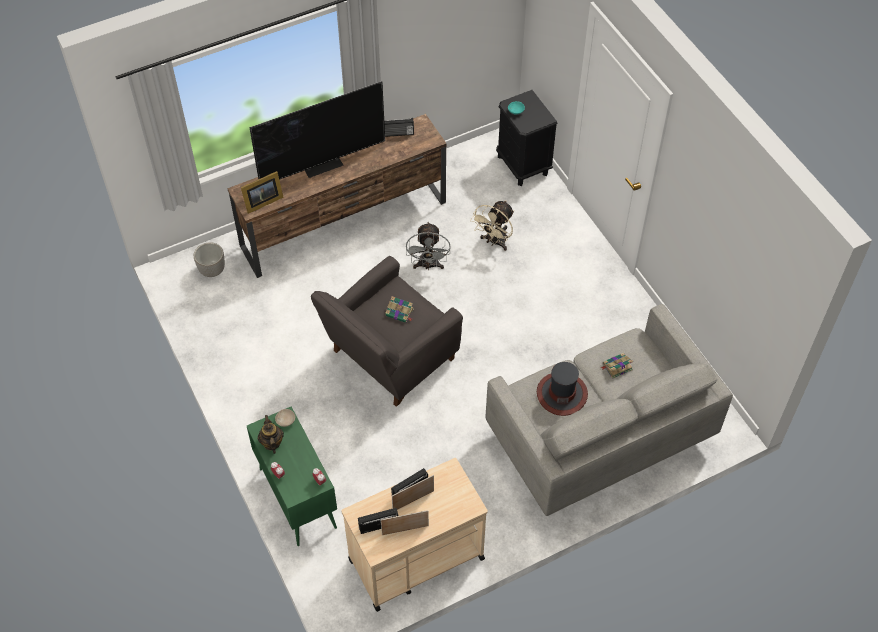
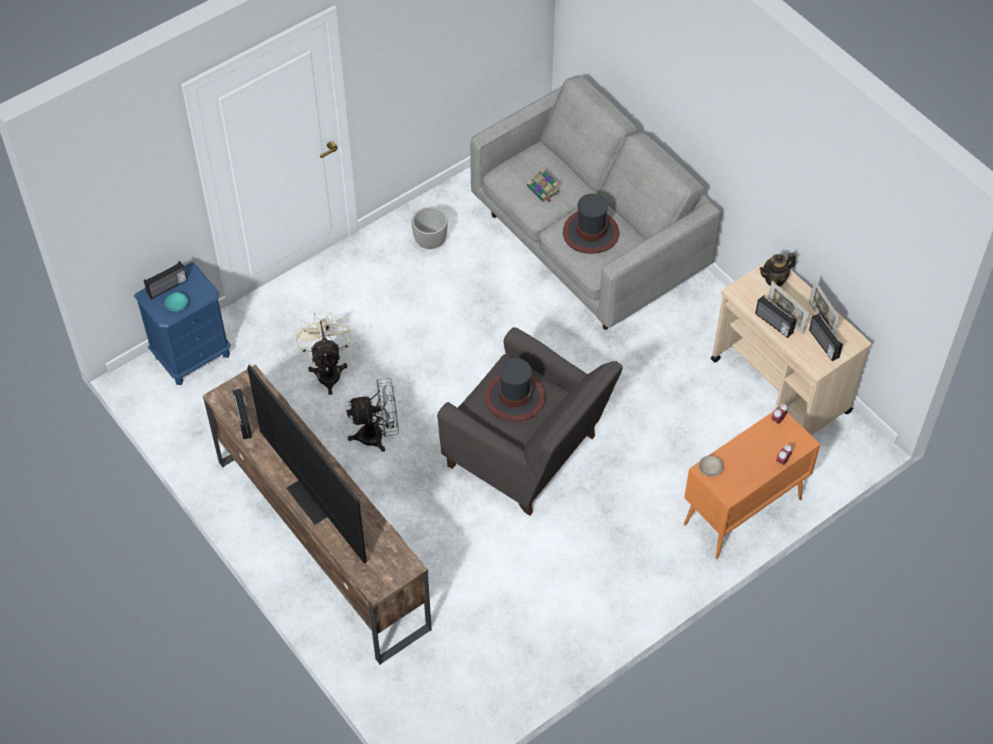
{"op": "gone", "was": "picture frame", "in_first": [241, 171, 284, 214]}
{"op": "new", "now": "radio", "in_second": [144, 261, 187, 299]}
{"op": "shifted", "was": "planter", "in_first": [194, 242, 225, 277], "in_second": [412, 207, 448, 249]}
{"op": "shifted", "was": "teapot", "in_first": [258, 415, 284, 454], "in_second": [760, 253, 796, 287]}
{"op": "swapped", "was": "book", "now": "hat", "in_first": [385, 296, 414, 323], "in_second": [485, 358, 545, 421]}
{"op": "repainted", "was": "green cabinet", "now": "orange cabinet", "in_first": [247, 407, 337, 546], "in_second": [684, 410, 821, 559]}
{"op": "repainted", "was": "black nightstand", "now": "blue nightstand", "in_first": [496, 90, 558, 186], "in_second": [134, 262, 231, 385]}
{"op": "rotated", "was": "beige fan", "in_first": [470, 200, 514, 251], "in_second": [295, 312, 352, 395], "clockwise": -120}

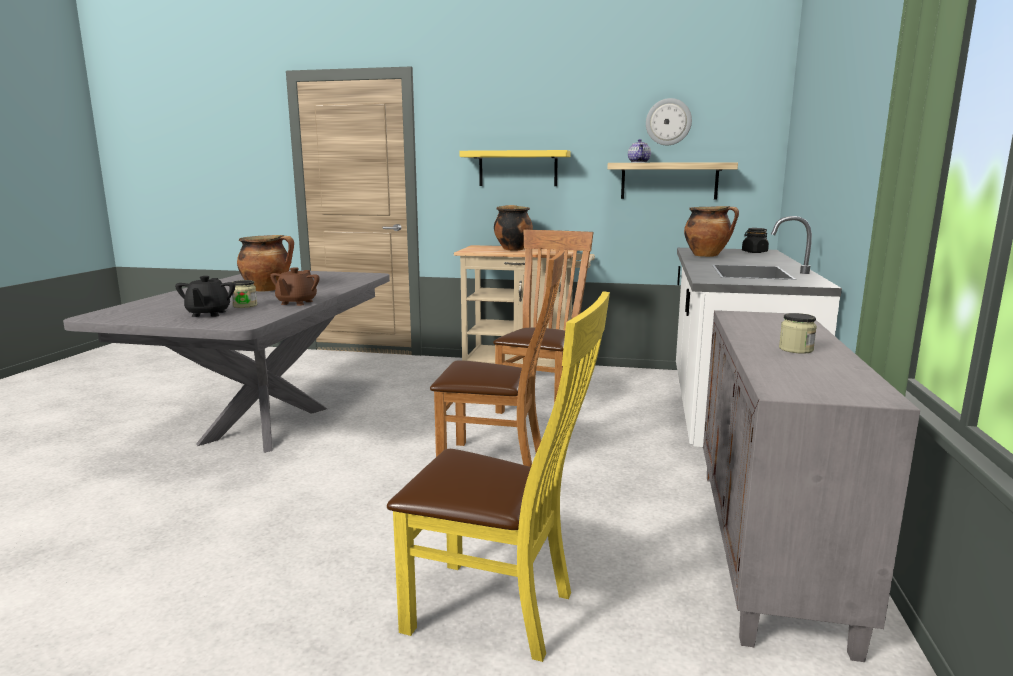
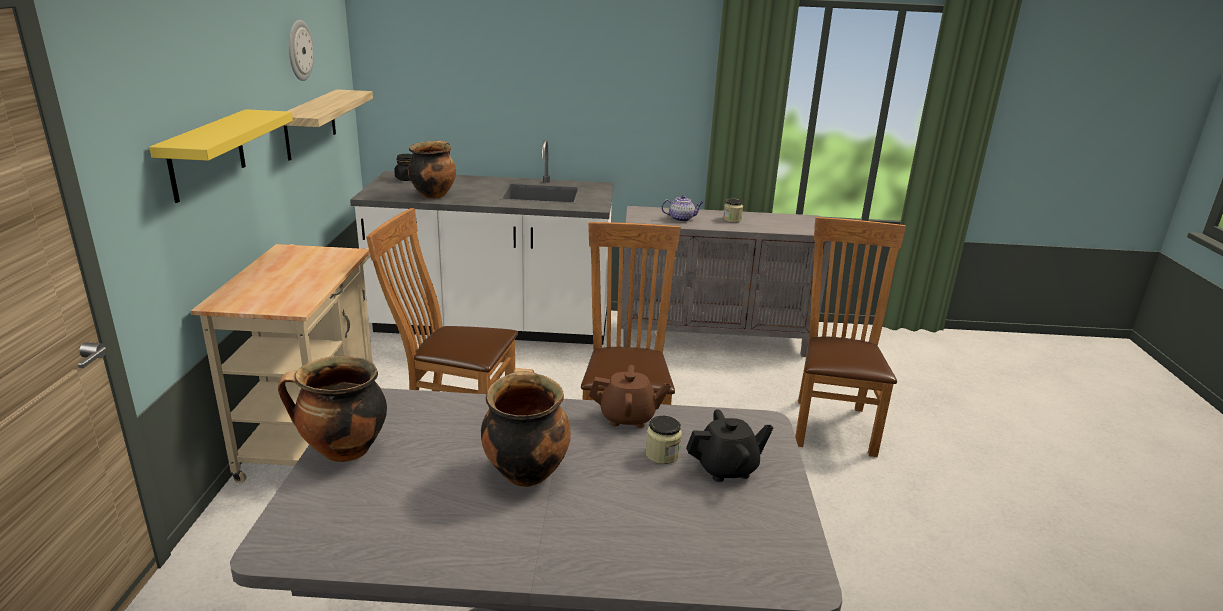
{"op": "shifted", "was": "cooking pot", "in_first": [494, 205, 533, 251], "in_second": [278, 356, 387, 462]}
{"op": "shifted", "was": "teapot", "in_first": [628, 139, 651, 162], "in_second": [661, 195, 704, 222]}
{"op": "repainted", "was": "yellow chair", "now": "brown chair", "in_first": [387, 291, 610, 662], "in_second": [795, 217, 906, 457]}

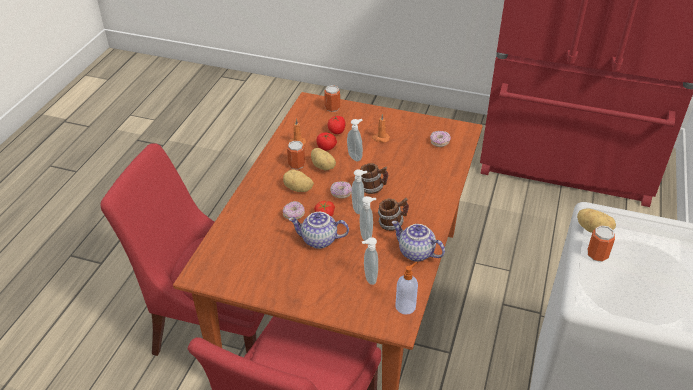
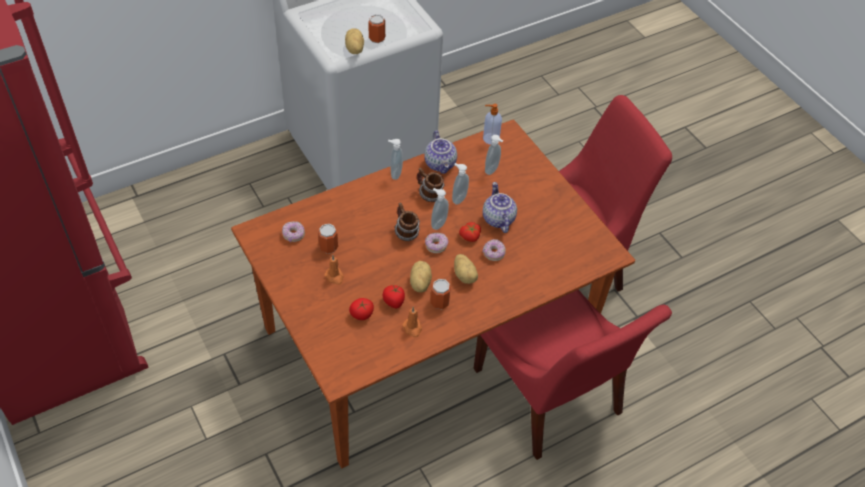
{"op": "shifted", "was": "can", "in_first": [324, 85, 340, 112], "in_second": [318, 223, 338, 254]}
{"op": "shifted", "was": "soap dispenser", "in_first": [347, 119, 363, 161], "in_second": [388, 139, 403, 180]}
{"op": "rotated", "was": "teapot", "in_first": [289, 212, 349, 249], "in_second": [483, 182, 517, 233], "clockwise": -150}

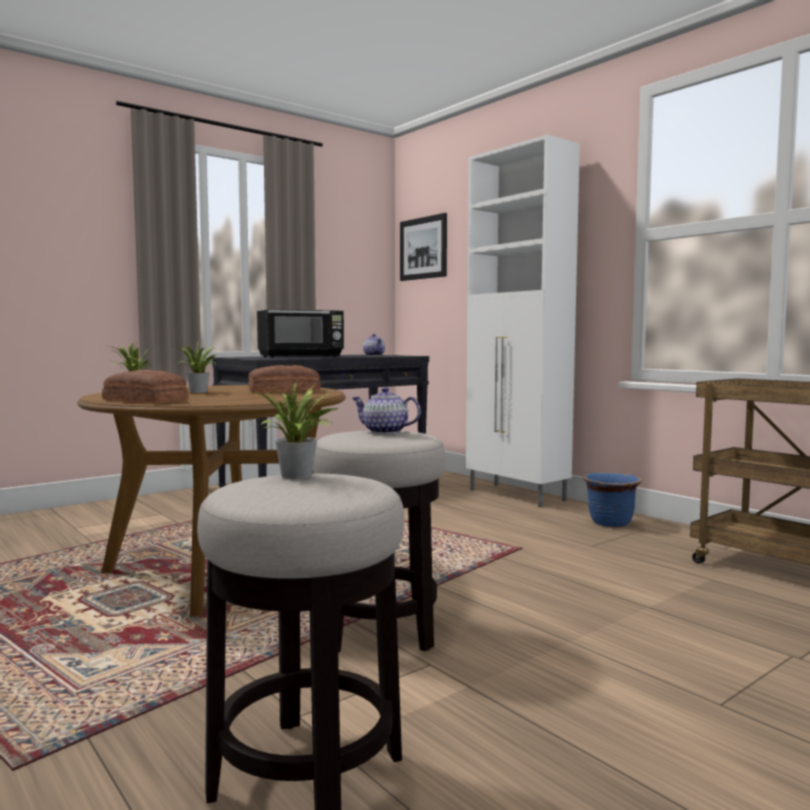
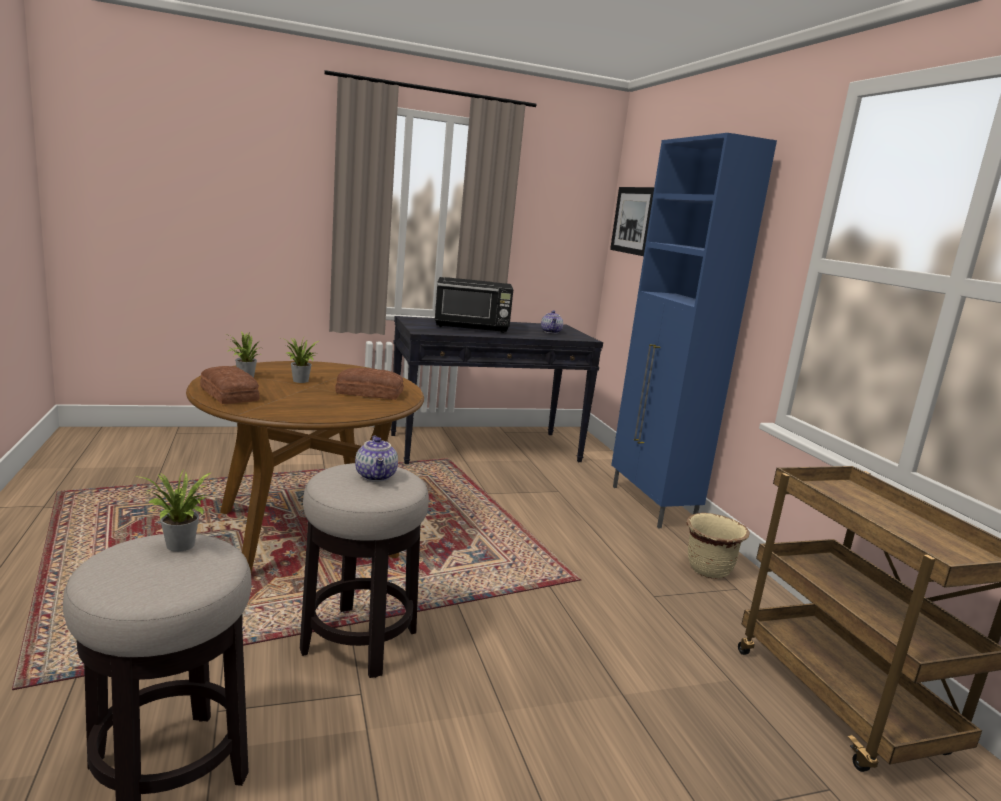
{"op": "repainted", "was": "white cabinet", "now": "blue cabinet", "in_first": [466, 135, 580, 507], "in_second": [611, 133, 777, 528]}
{"op": "repainted", "was": "blue planter", "now": "beige planter", "in_first": [583, 472, 642, 527], "in_second": [687, 513, 750, 579]}
{"op": "rotated", "was": "teapot", "in_first": [352, 387, 421, 434], "in_second": [355, 435, 398, 482], "clockwise": -150}

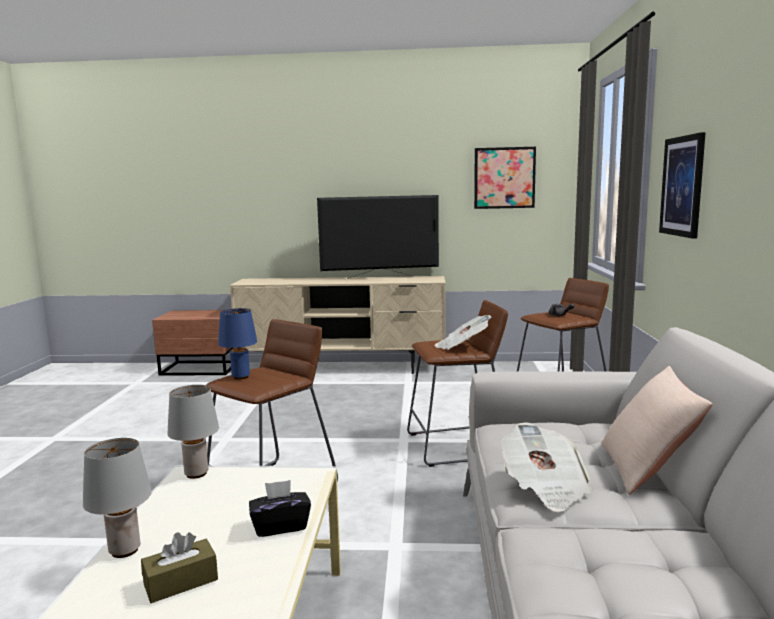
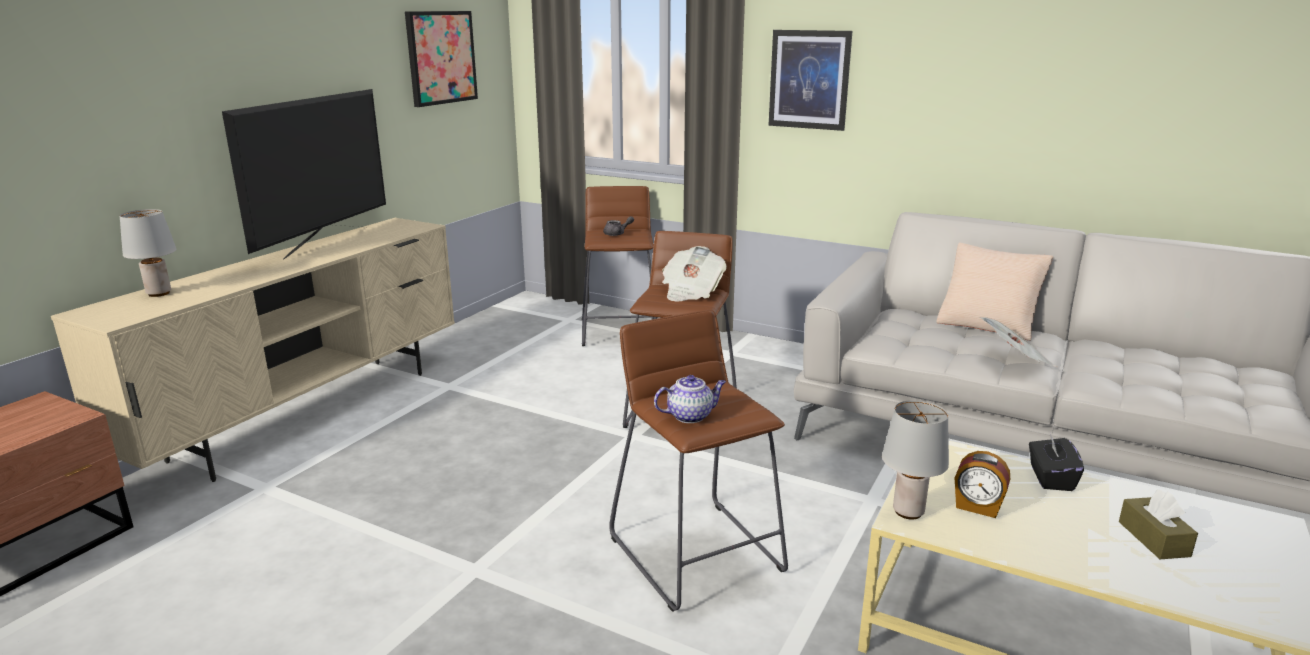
{"op": "new", "now": "alarm clock", "in_second": [954, 451, 1010, 518]}
{"op": "shifted", "was": "grey table lamp", "in_first": [83, 438, 152, 558], "in_second": [119, 209, 177, 297]}
{"op": "swapped", "was": "blue table lamp", "now": "teapot", "in_first": [218, 308, 257, 380], "in_second": [654, 375, 726, 423]}

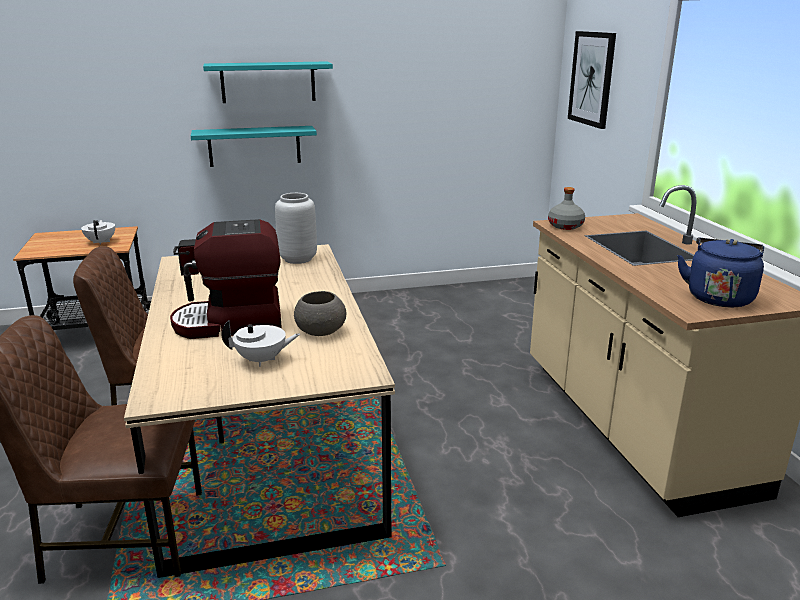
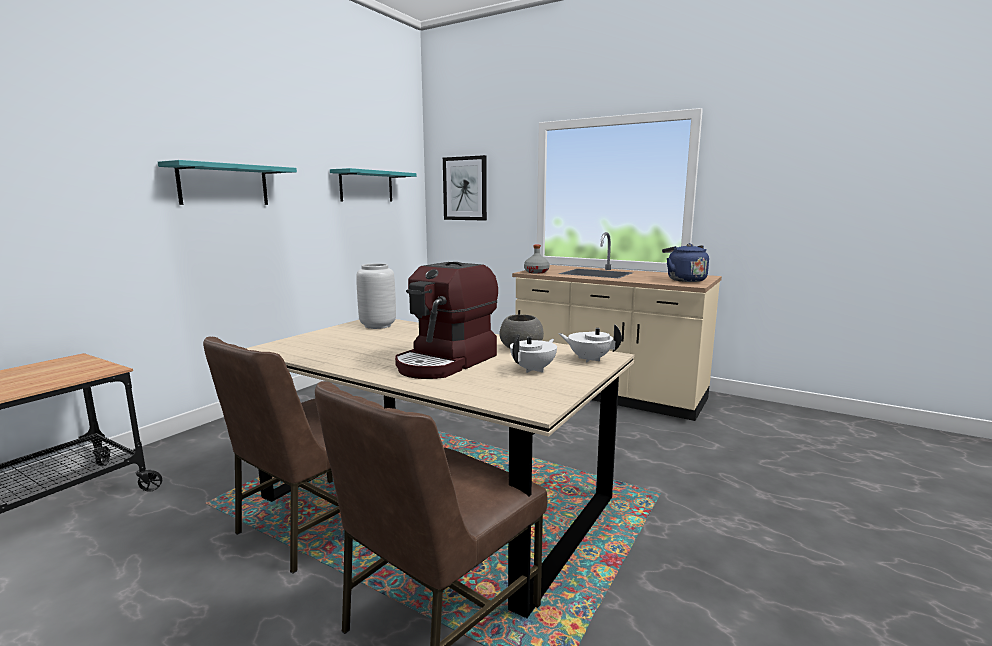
{"op": "shifted", "was": "white teapot", "in_first": [81, 220, 115, 245], "in_second": [558, 325, 622, 362]}
{"op": "shifted", "was": "turquoise shelf", "in_first": [191, 126, 317, 167], "in_second": [330, 168, 417, 202]}

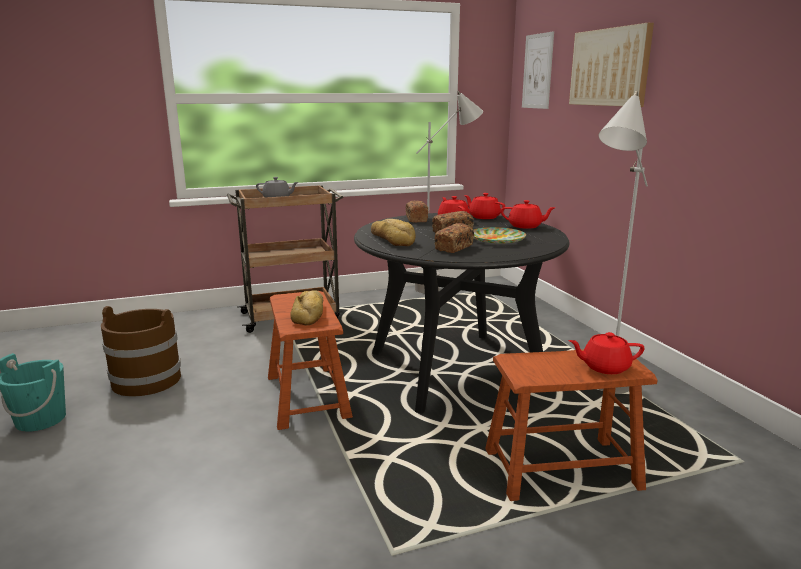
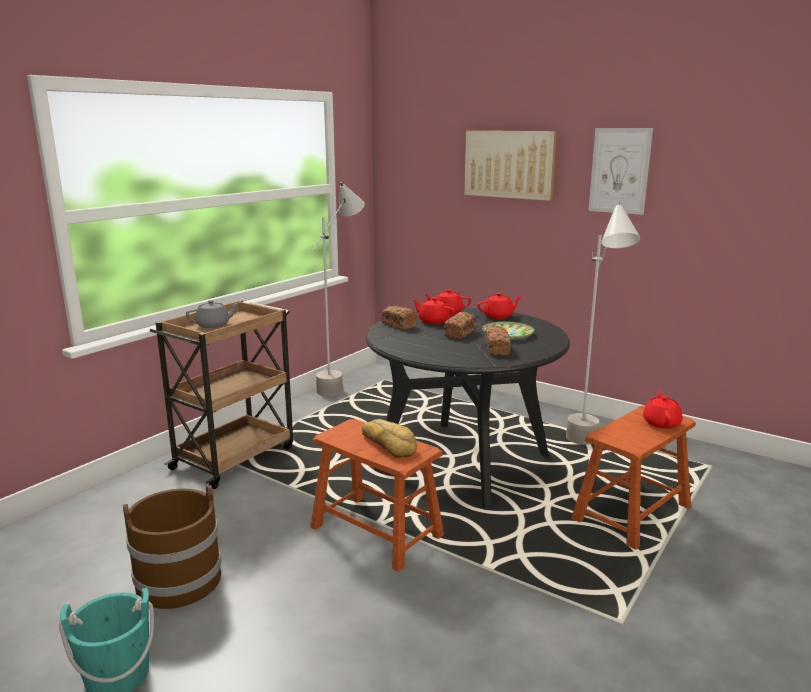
{"op": "gone", "was": "bread", "in_first": [371, 219, 415, 246]}
{"op": "shifted", "was": "picture", "in_first": [522, 32, 554, 109], "in_second": [588, 128, 653, 215]}
{"op": "rotated", "was": "red teapot", "in_first": [568, 332, 644, 374], "in_second": [643, 391, 683, 429], "clockwise": 135}

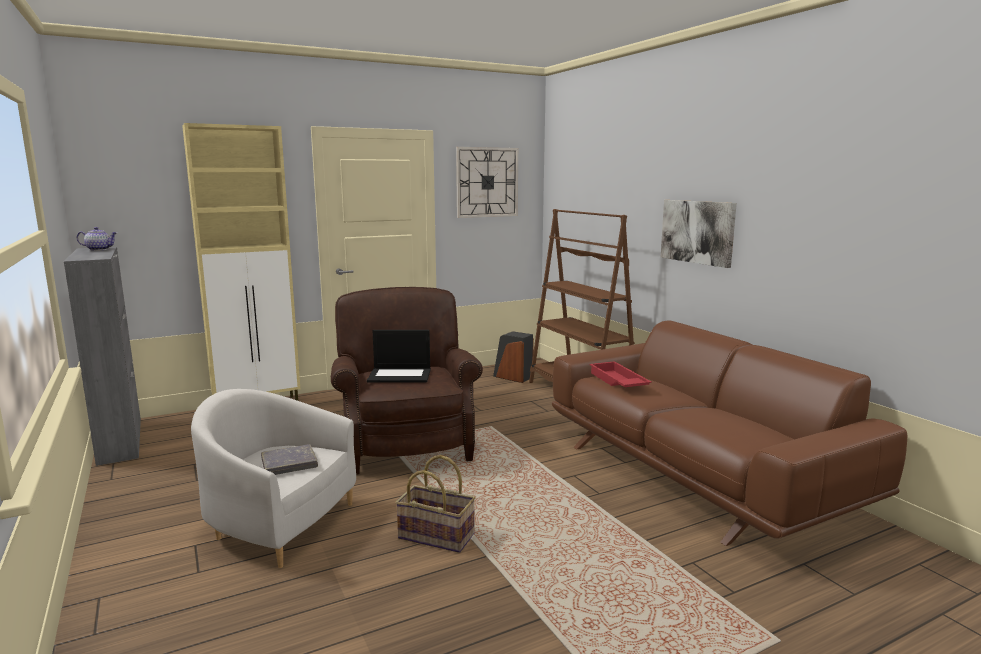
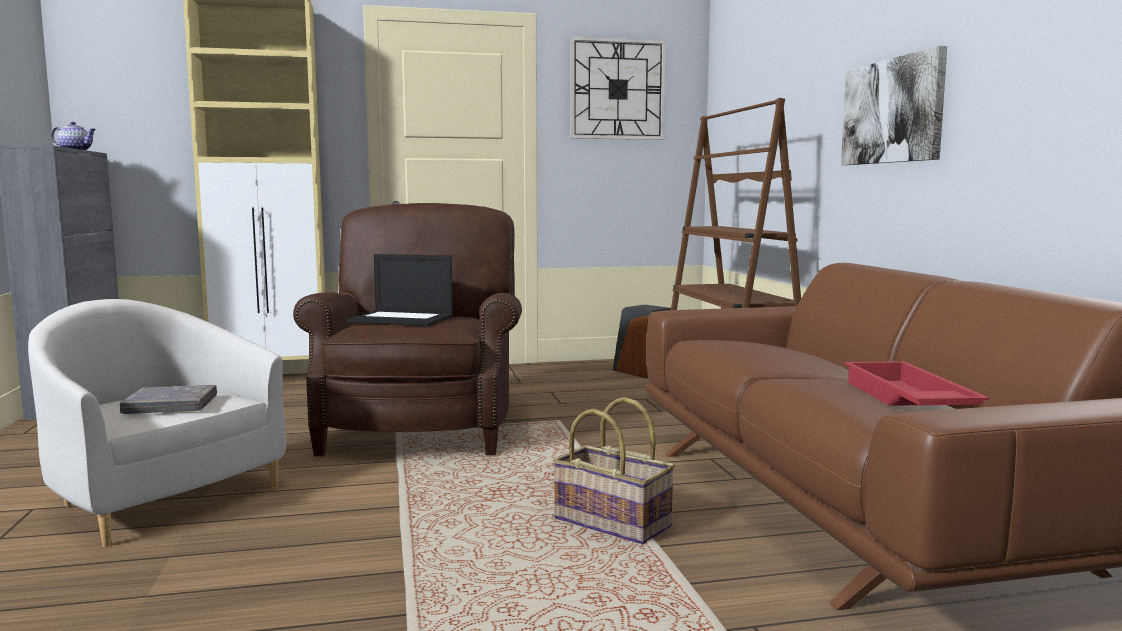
{"op": "shifted", "was": "basket", "in_first": [395, 455, 476, 553], "in_second": [553, 397, 675, 544]}
{"op": "shifted", "was": "red tray", "in_first": [590, 361, 652, 387], "in_second": [845, 361, 990, 406]}

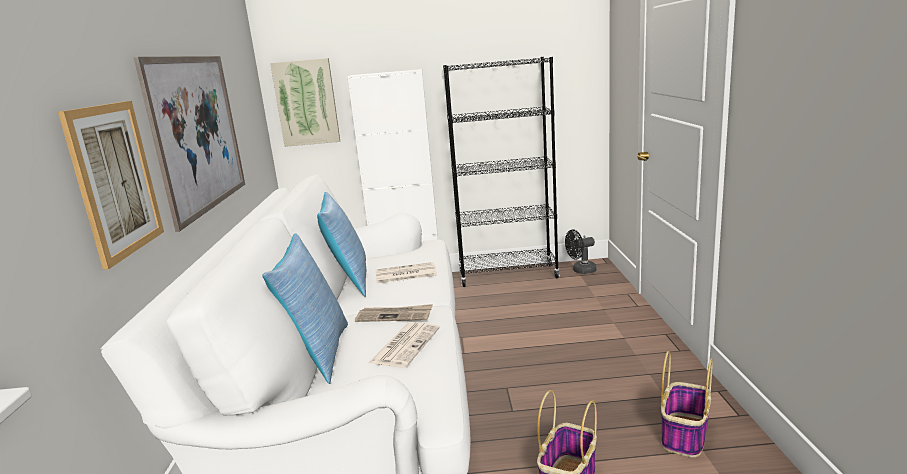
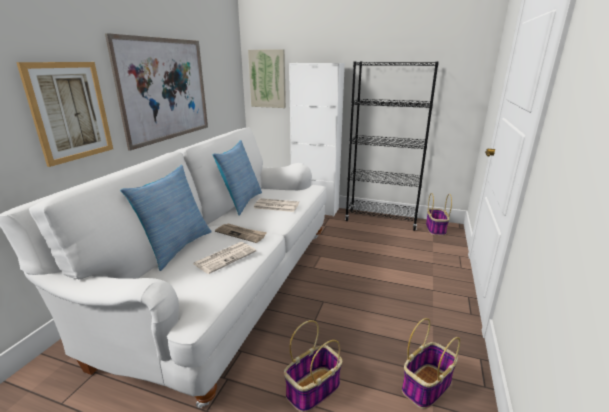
{"op": "swapped", "was": "black fan", "now": "basket", "in_first": [565, 230, 597, 274], "in_second": [426, 193, 452, 236]}

